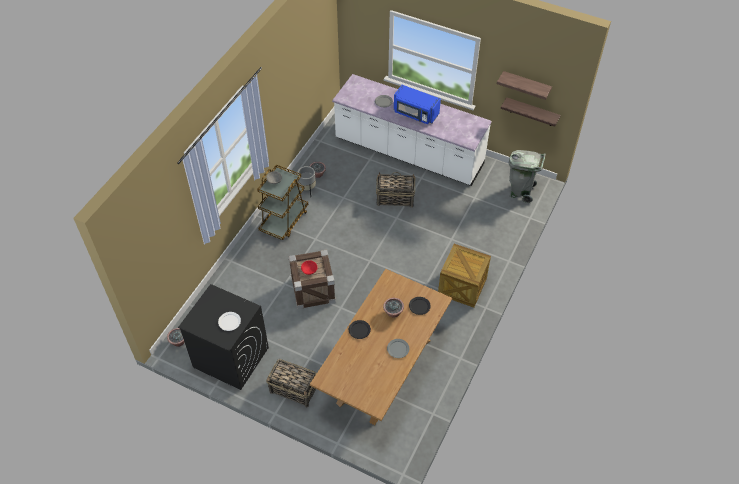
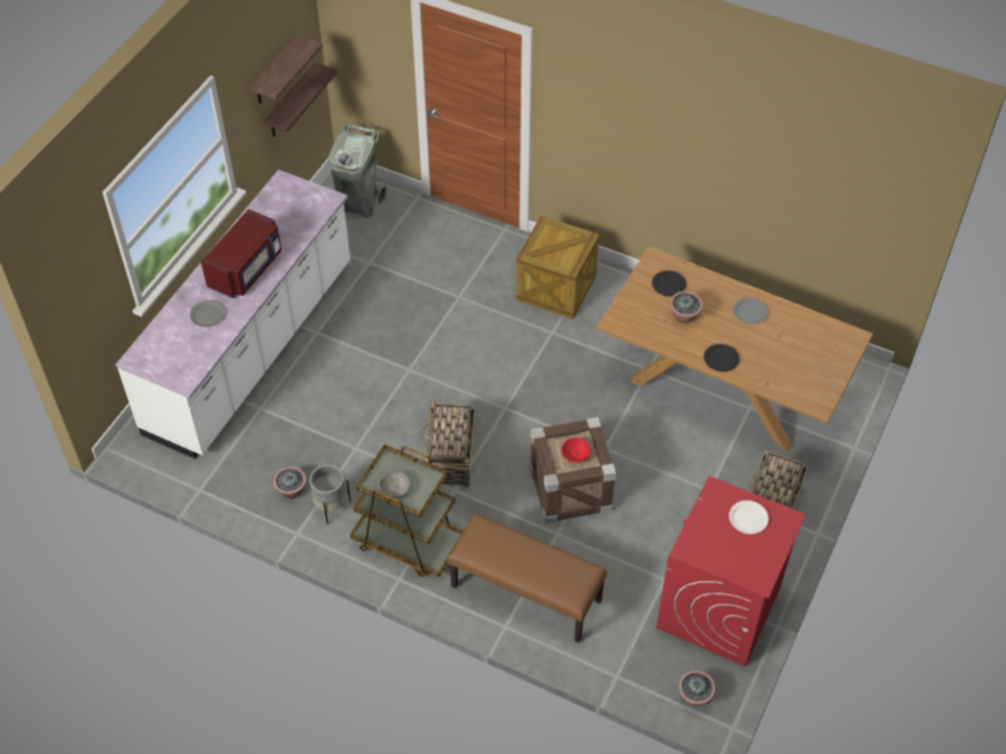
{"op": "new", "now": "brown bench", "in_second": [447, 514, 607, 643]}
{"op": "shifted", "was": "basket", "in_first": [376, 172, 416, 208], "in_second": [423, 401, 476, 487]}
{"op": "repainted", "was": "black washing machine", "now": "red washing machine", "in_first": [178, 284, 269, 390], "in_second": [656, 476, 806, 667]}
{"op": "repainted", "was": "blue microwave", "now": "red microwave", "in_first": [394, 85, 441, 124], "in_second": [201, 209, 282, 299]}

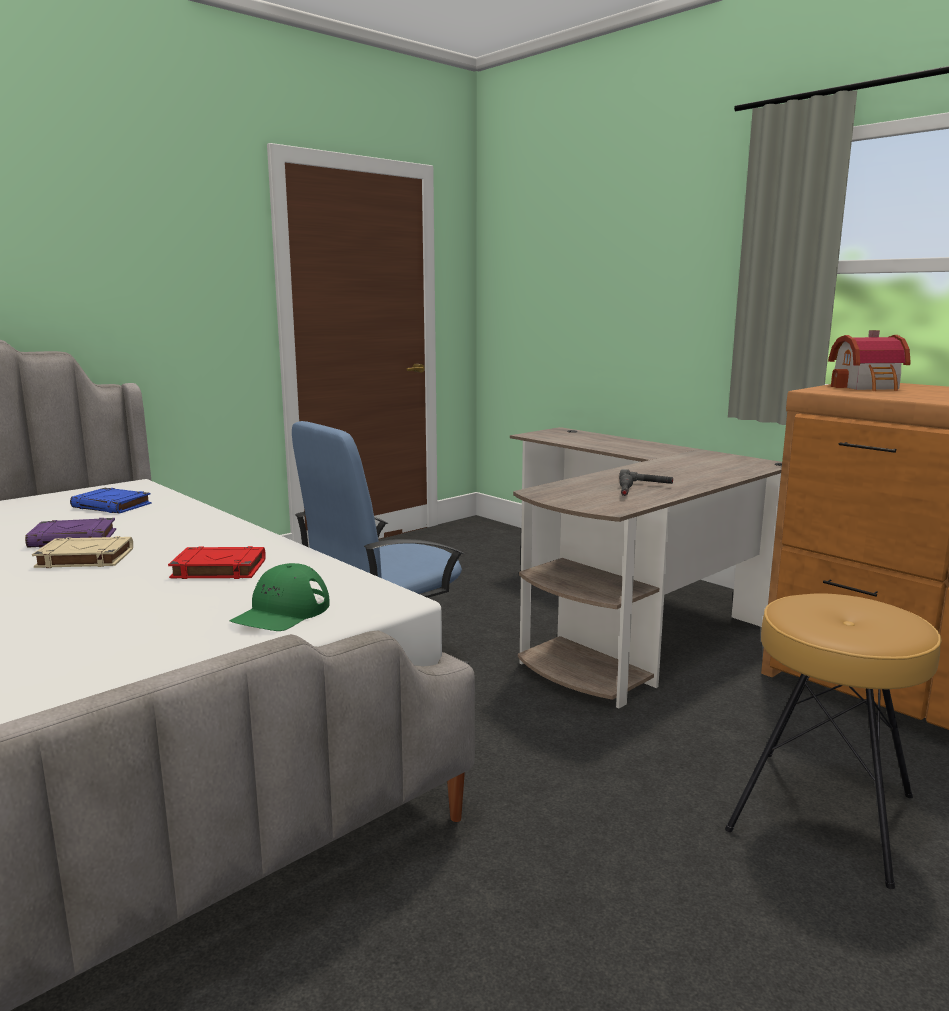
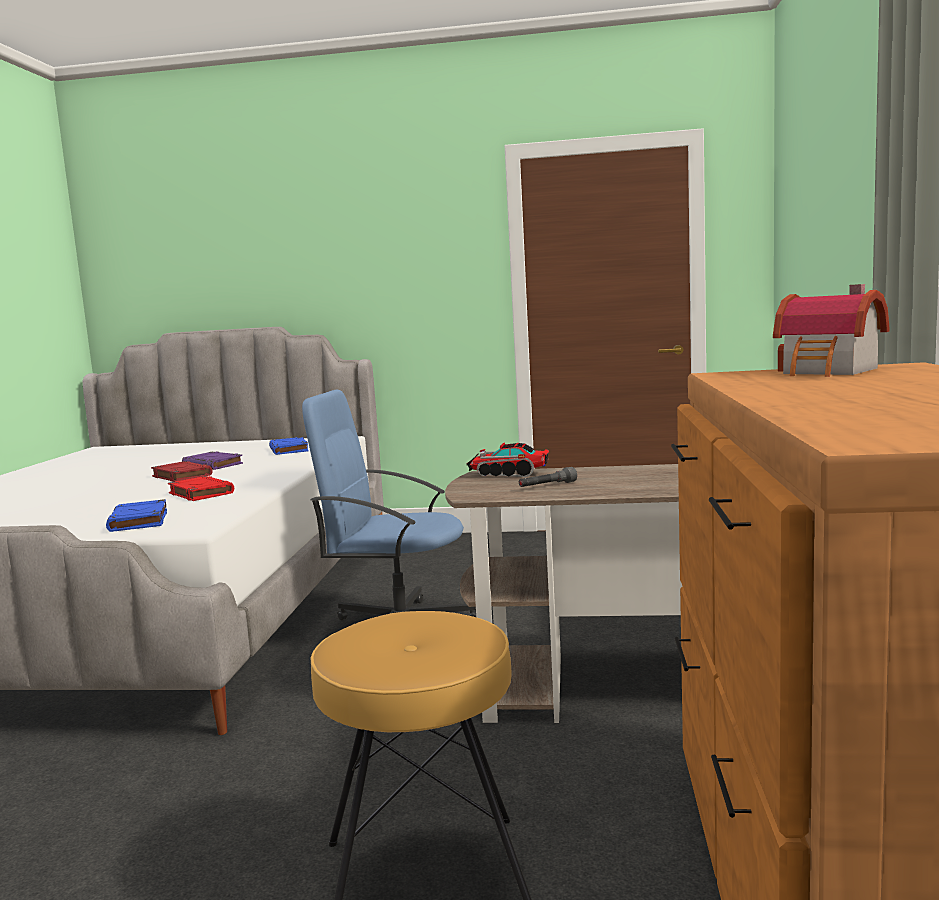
{"op": "gone", "was": "grey flashlight", "in_first": [619, 469, 673, 484]}
{"op": "new", "now": "toy truck", "in_second": [466, 443, 549, 477]}
{"op": "swapped", "was": "green cap", "now": "blue book", "in_first": [230, 563, 330, 631], "in_second": [106, 499, 167, 532]}
{"op": "repainted", "was": "beige book", "now": "red book", "in_first": [32, 536, 133, 568], "in_second": [151, 461, 213, 482]}

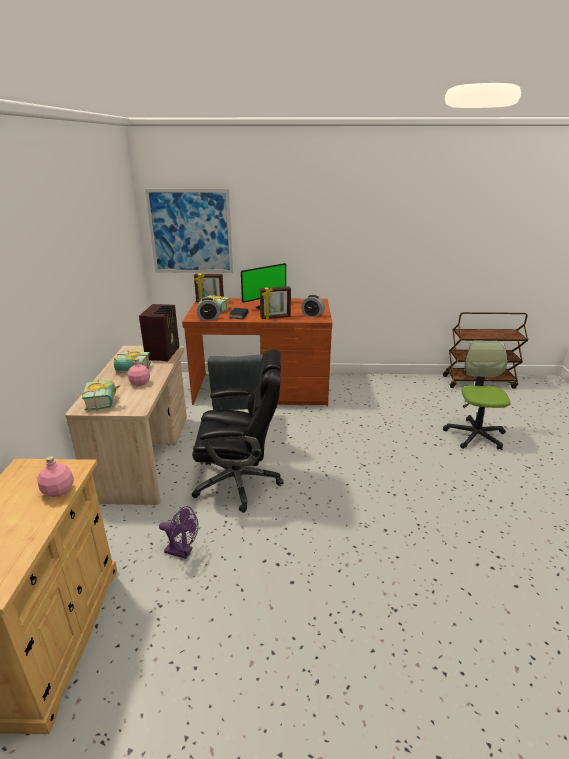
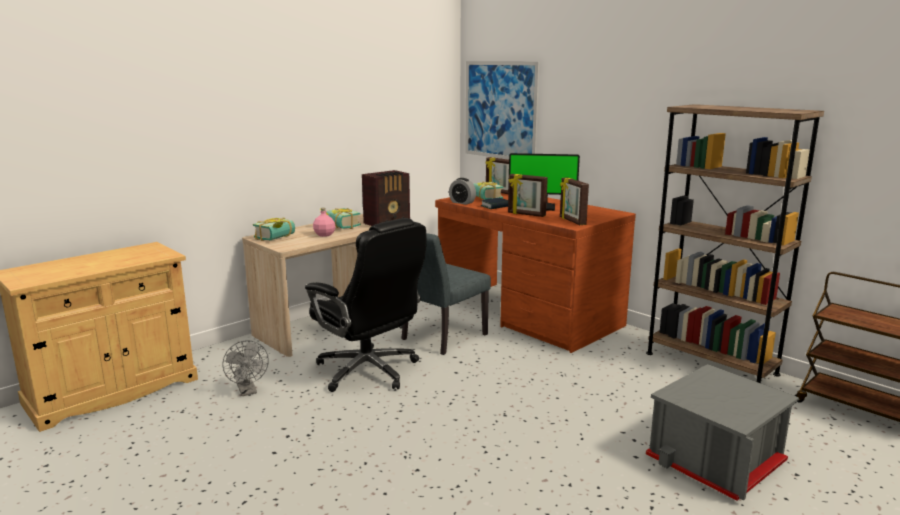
{"op": "gone", "was": "pink bottle", "in_first": [37, 456, 74, 497]}
{"op": "new", "now": "brown bookcase", "in_second": [646, 104, 824, 383]}
{"op": "swapped", "was": "alarm clock", "now": "picture frame", "in_first": [301, 295, 325, 318], "in_second": [560, 177, 589, 225]}
{"op": "swapped", "was": "office chair", "now": "grey storage box", "in_first": [443, 340, 510, 450], "in_second": [646, 364, 799, 501]}
{"op": "repainted", "was": "purple fan", "now": "grey fan", "in_first": [159, 506, 198, 559], "in_second": [223, 340, 269, 396]}

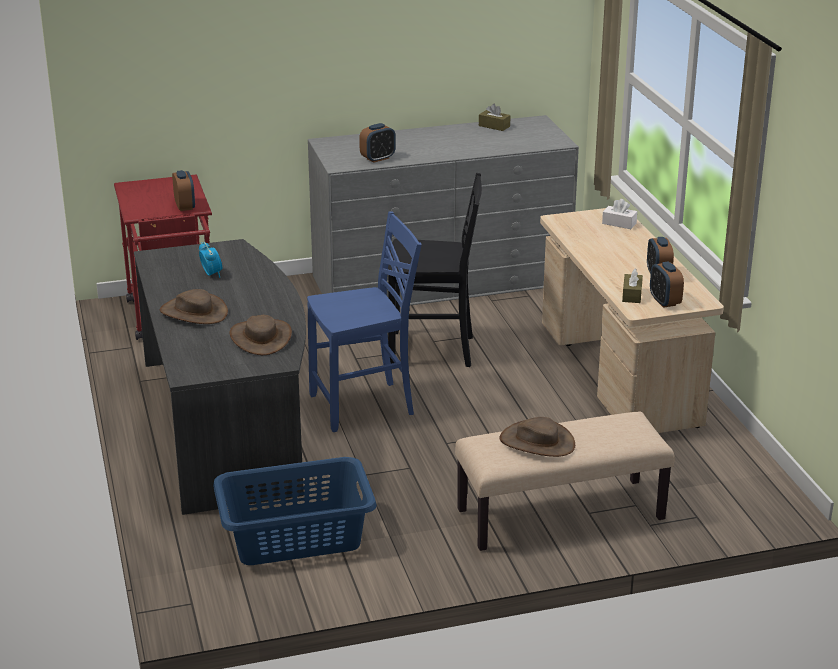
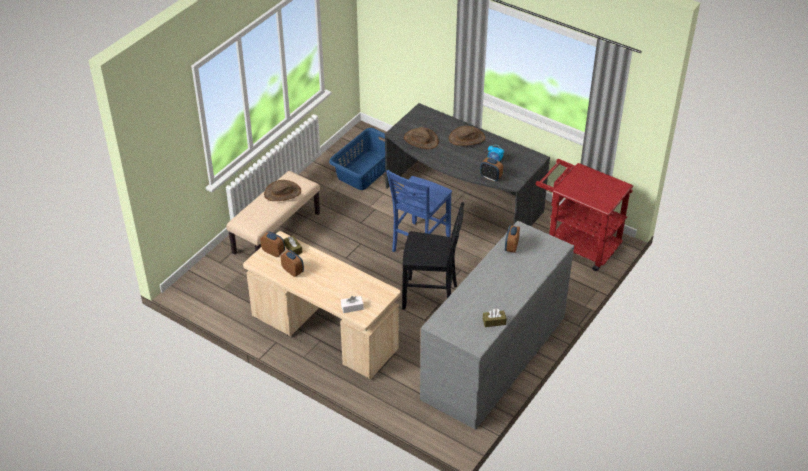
{"op": "shifted", "was": "alarm clock", "in_first": [172, 170, 195, 211], "in_second": [480, 157, 503, 182]}
{"op": "rotated", "was": "black chair", "in_first": [388, 173, 482, 367], "in_second": [402, 202, 464, 310], "clockwise": -135}

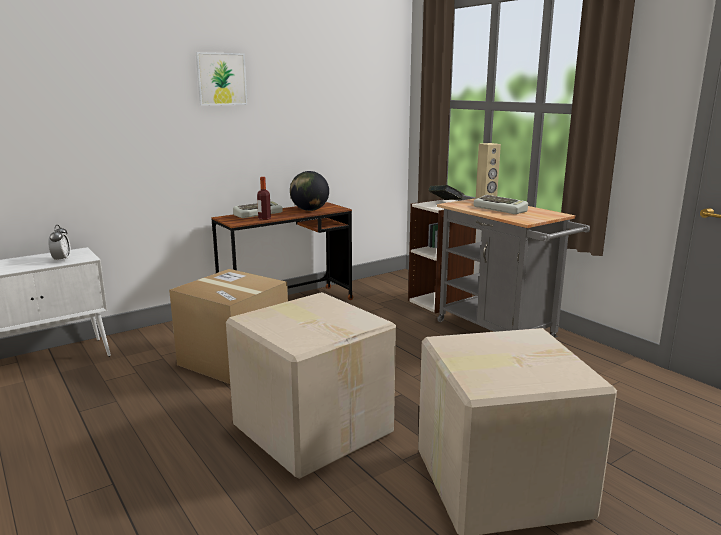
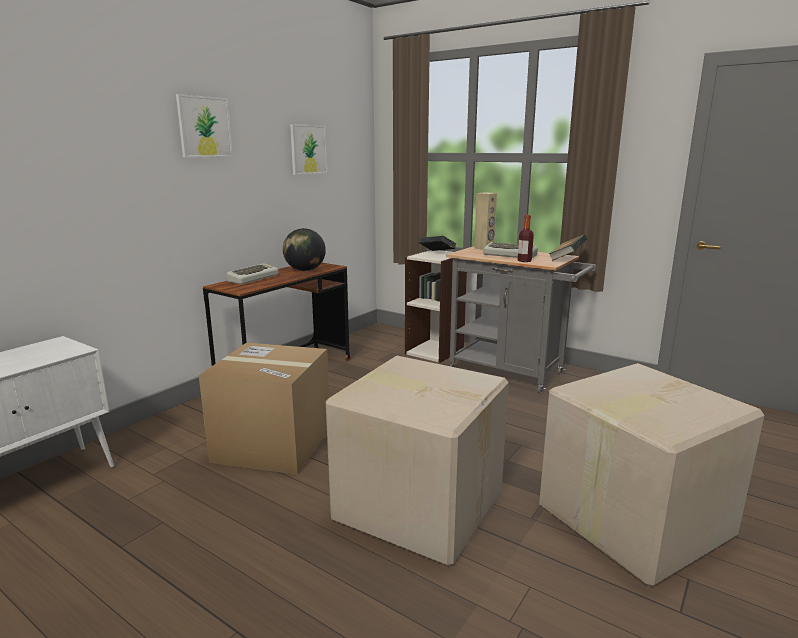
{"op": "gone", "was": "alarm clock", "in_first": [48, 225, 71, 262]}
{"op": "new", "now": "picture", "in_second": [290, 124, 327, 175]}
{"op": "new", "now": "book", "in_second": [549, 234, 587, 261]}
{"op": "shifted", "was": "bottle", "in_first": [257, 177, 271, 220], "in_second": [518, 215, 534, 262]}

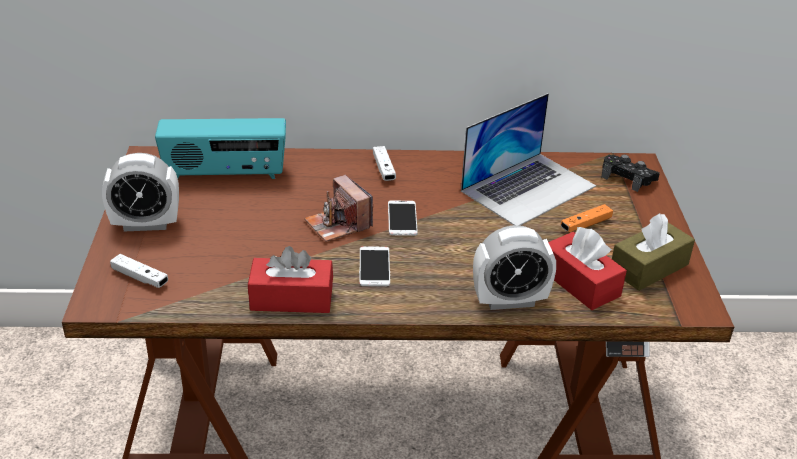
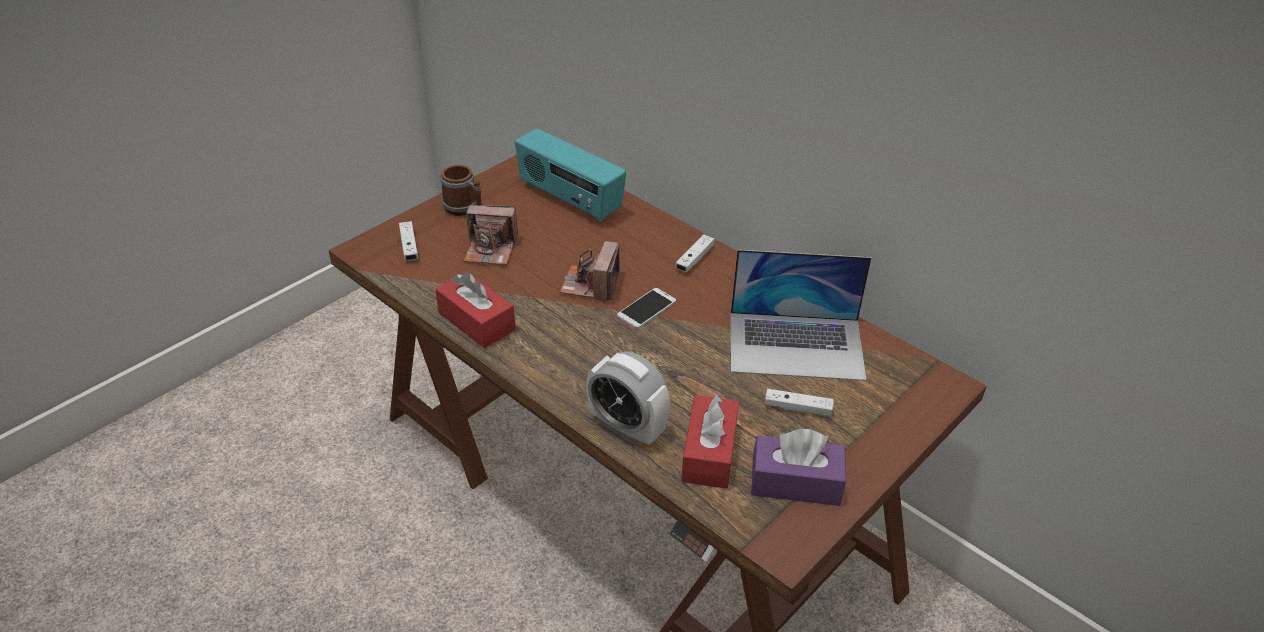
{"op": "gone", "was": "phone", "in_first": [359, 246, 390, 286]}
{"op": "gone", "was": "black game controller", "in_first": [601, 155, 660, 192]}
{"op": "new", "now": "photo camera", "in_second": [464, 205, 518, 265]}
{"op": "swapped", "was": "alarm clock", "now": "mug", "in_first": [102, 153, 179, 231], "in_second": [440, 165, 482, 216]}
{"op": "repainted", "was": "orange game controller", "now": "white game controller", "in_first": [561, 204, 613, 232], "in_second": [765, 389, 834, 417]}
{"op": "repainted", "was": "brown tissue box", "now": "purple tissue box", "in_first": [612, 213, 695, 291], "in_second": [751, 429, 846, 506]}

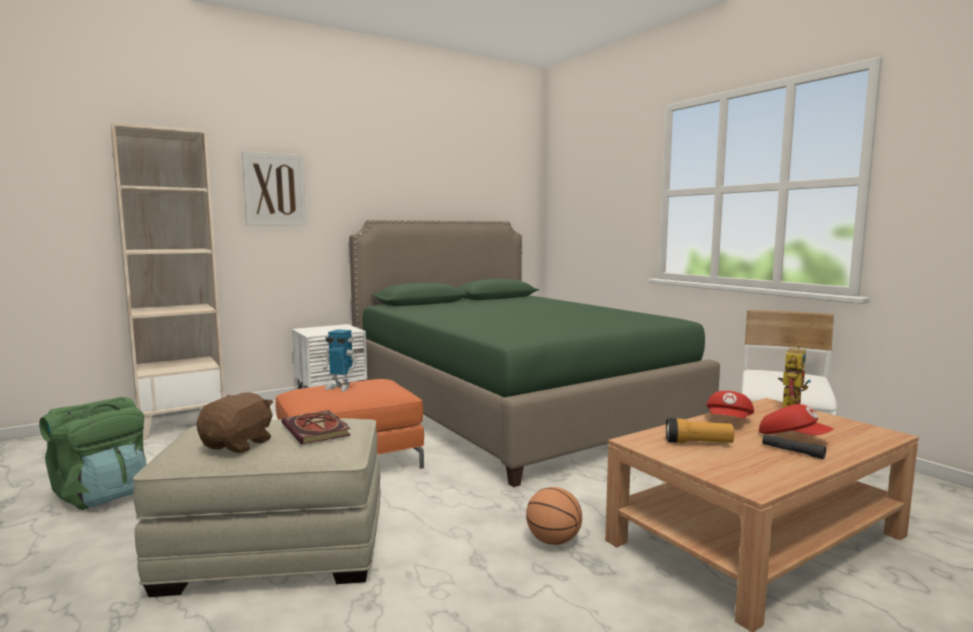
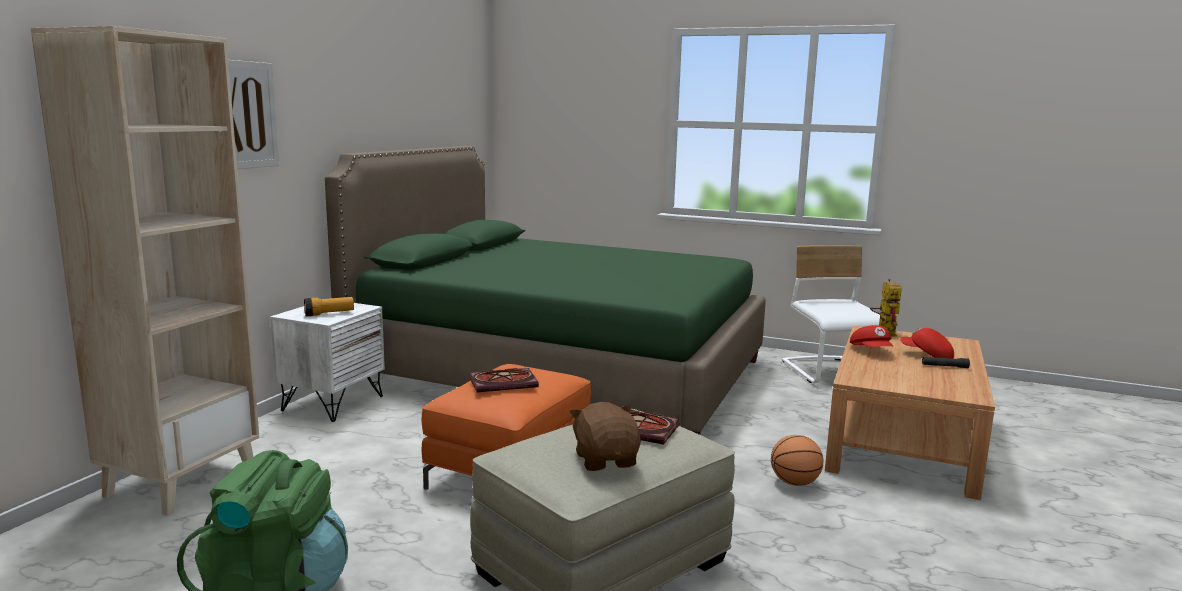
{"op": "shifted", "was": "flashlight", "in_first": [666, 418, 734, 443], "in_second": [304, 297, 354, 316]}
{"op": "swapped", "was": "toy robot", "now": "book", "in_first": [322, 329, 357, 392], "in_second": [470, 368, 539, 392]}
{"op": "rotated", "was": "red cap", "in_first": [759, 404, 833, 435], "in_second": [900, 327, 954, 359], "clockwise": -150}

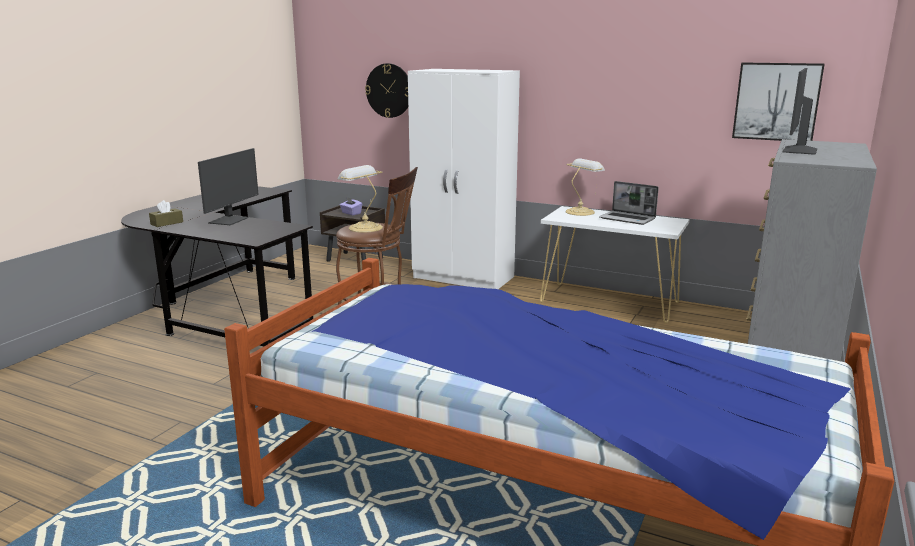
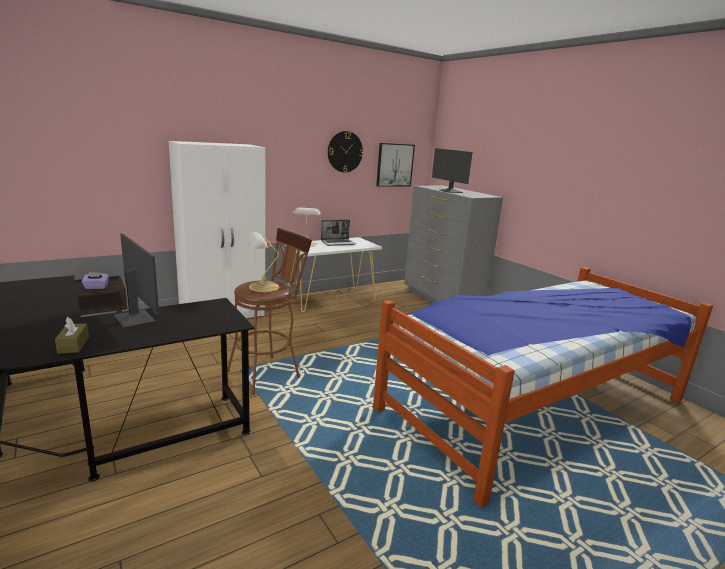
{"op": "shifted", "was": "wall clock", "in_first": [365, 63, 408, 118], "in_second": [328, 131, 363, 173]}

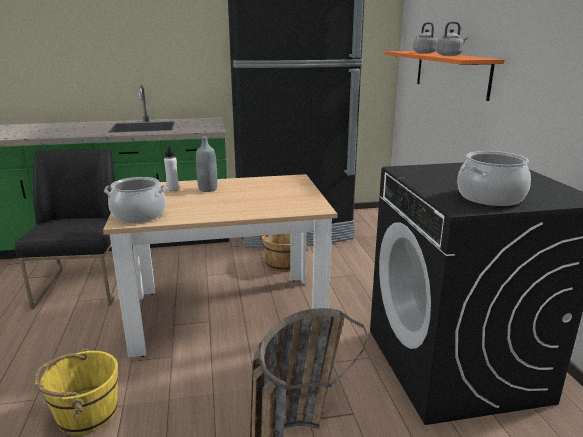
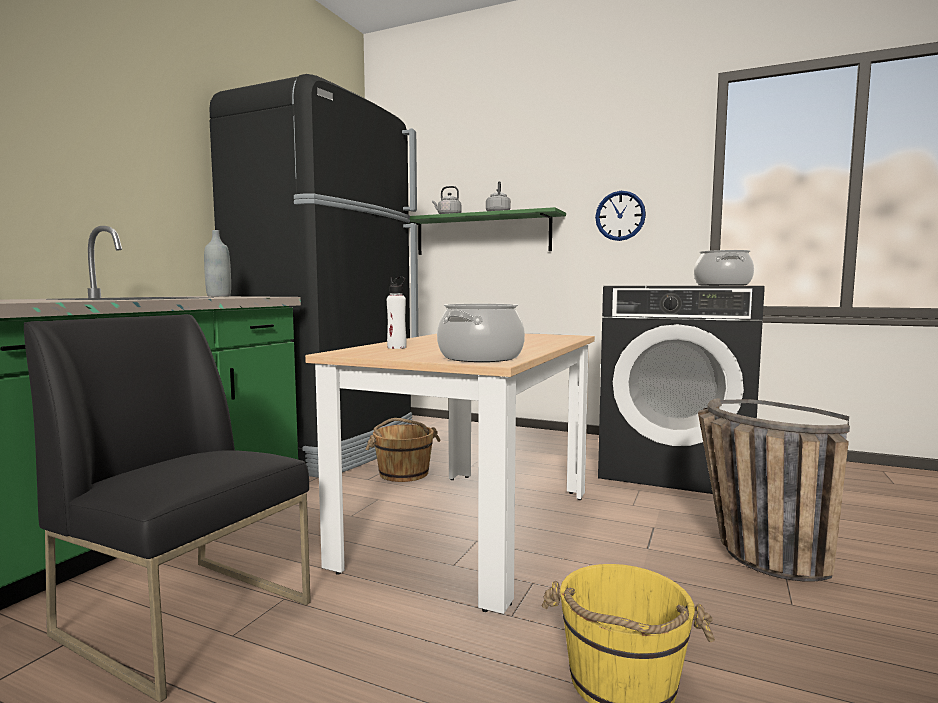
{"op": "new", "now": "wall clock", "in_second": [595, 191, 646, 241]}
{"op": "shifted", "was": "grey bottle", "in_first": [196, 136, 217, 192], "in_second": [204, 230, 231, 297]}
{"op": "repainted", "was": "orange shelf", "now": "green shelf", "in_first": [385, 51, 504, 101], "in_second": [409, 207, 566, 255]}

